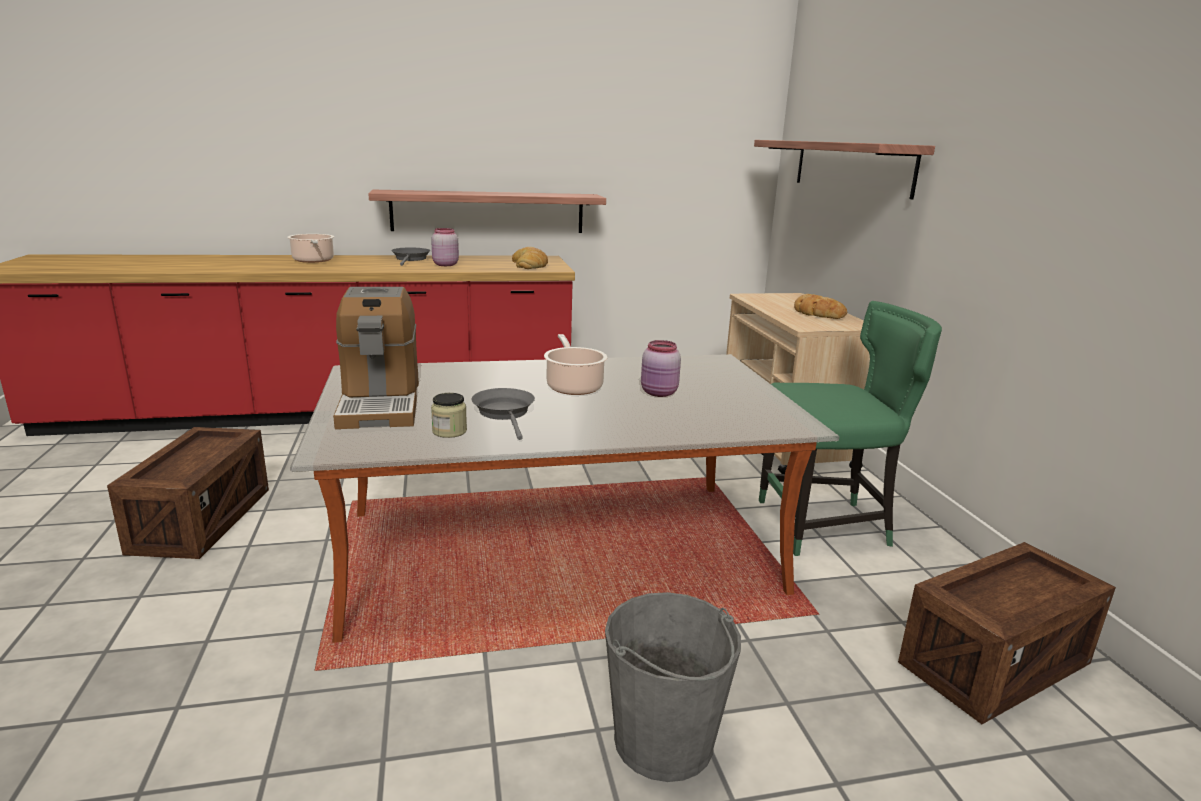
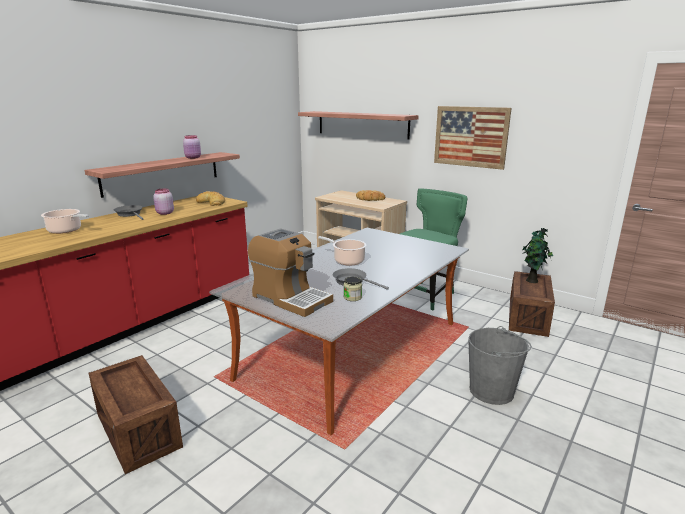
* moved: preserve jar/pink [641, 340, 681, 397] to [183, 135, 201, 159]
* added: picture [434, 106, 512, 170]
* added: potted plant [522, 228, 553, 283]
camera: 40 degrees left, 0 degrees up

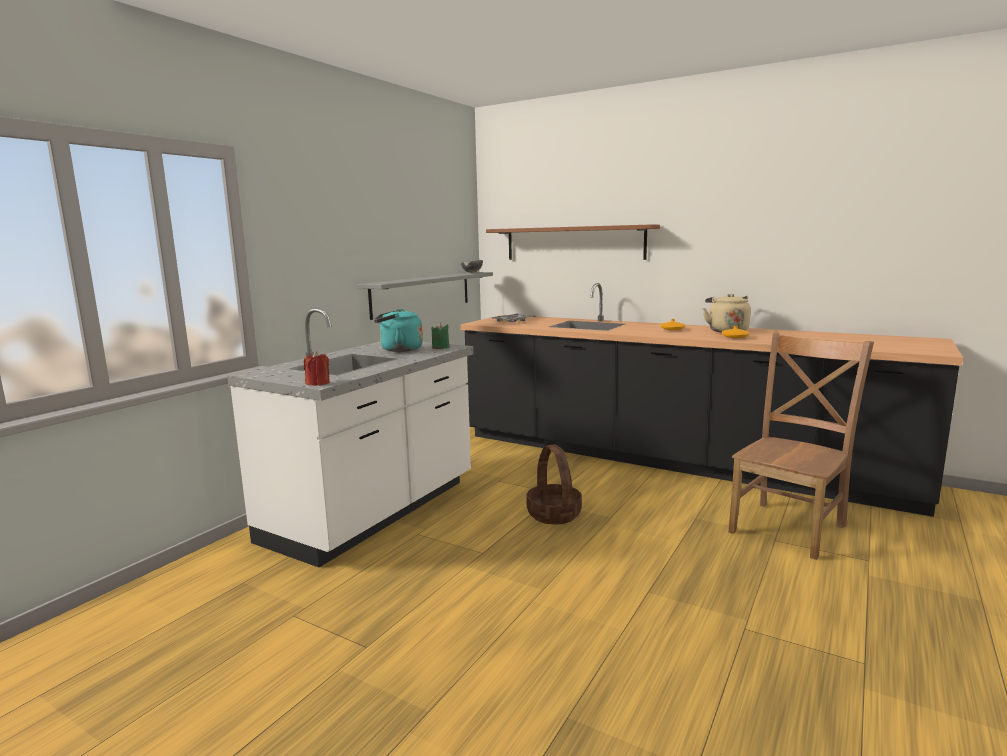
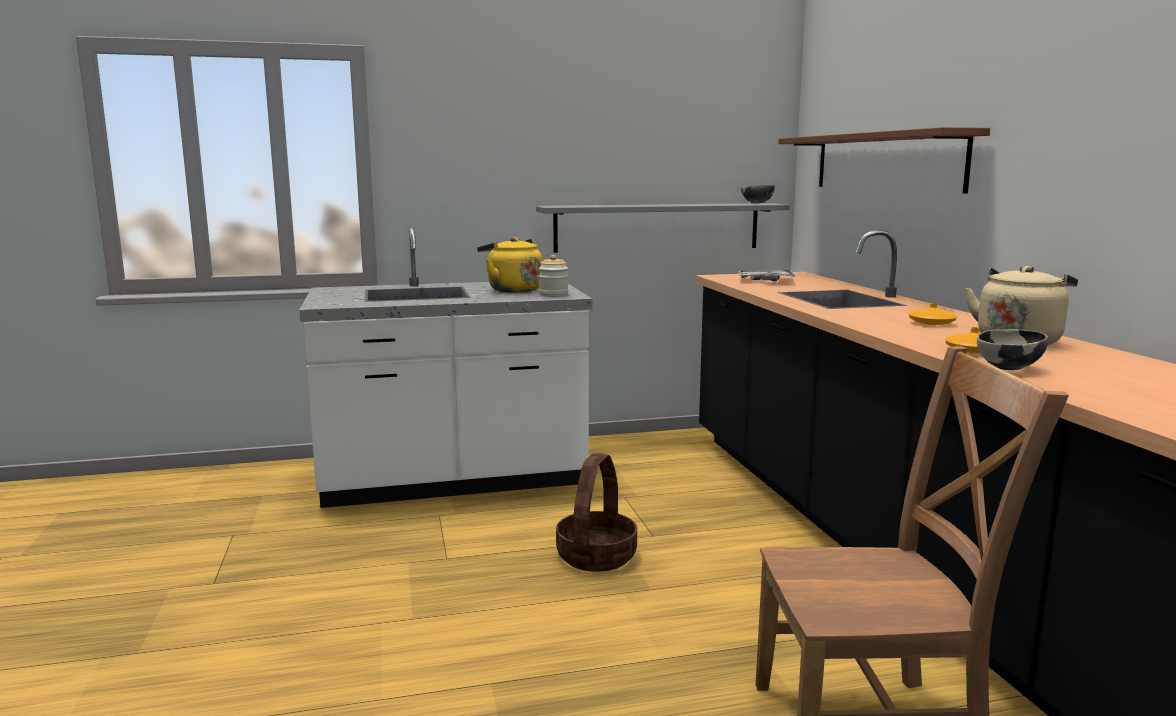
* removed: wax candle/red [304, 351, 330, 386]
* recoloured: tea kettle/blue-green [374, 308, 423, 352] to tea kettle/yellow-coloured [477, 237, 542, 293]
* replaced: wax candle/greenish [431, 323, 449, 349] to preserve jar [539, 255, 568, 297]
* added: serving bowl [977, 329, 1048, 370]
camera: 45 degrees right, 0 degrees up

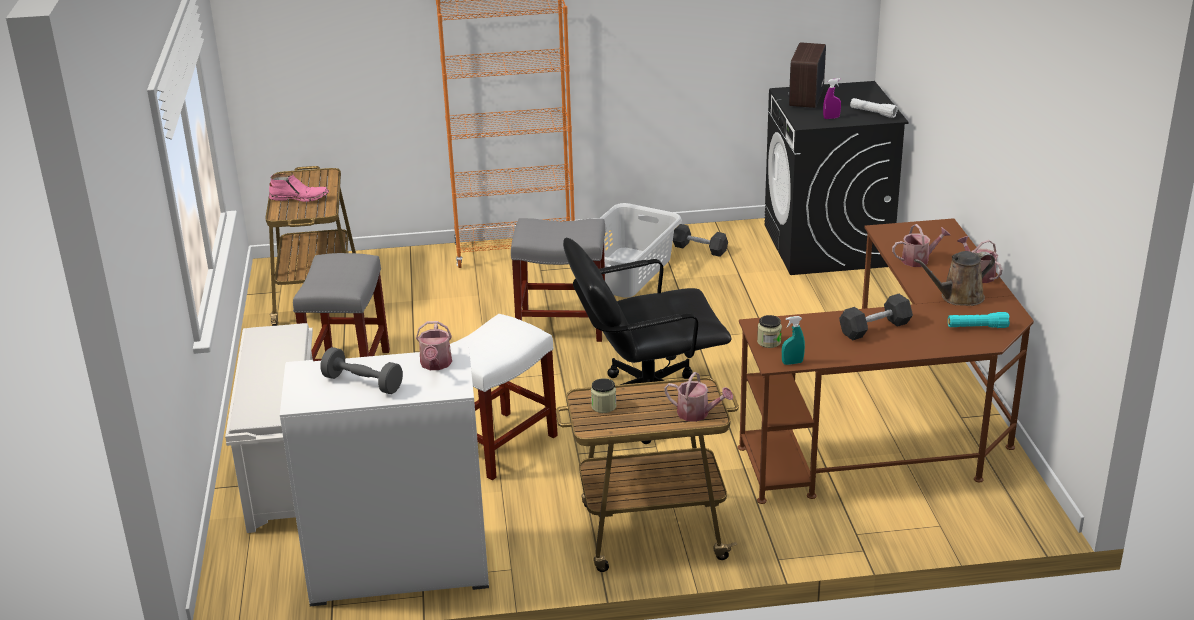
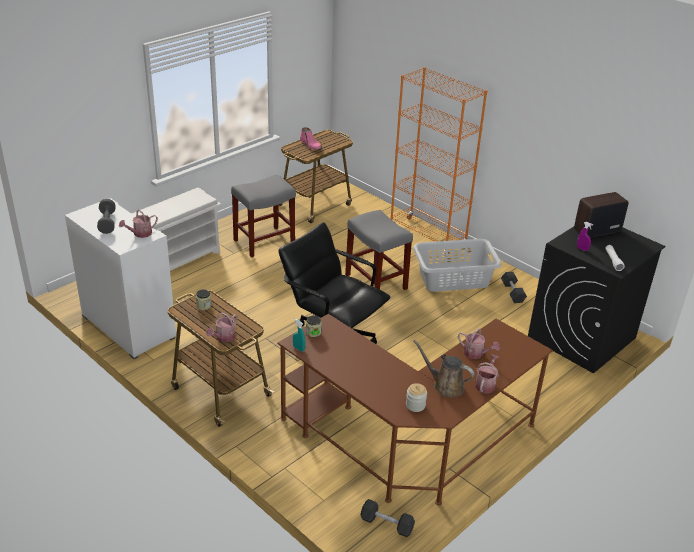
* removed: stool seat/whitish [450, 314, 558, 480]
* turned: watering can [664, 372, 733, 422] = [206, 312, 238, 342] 45 degrees clockwise
* moved: hand weight/black-coloured [839, 294, 913, 340] to [361, 499, 415, 537]
* replaced: flashlight/blue-green [948, 312, 1010, 328] to preserve jar [406, 383, 427, 412]
camera: 50 degrees right, 5 degrees up

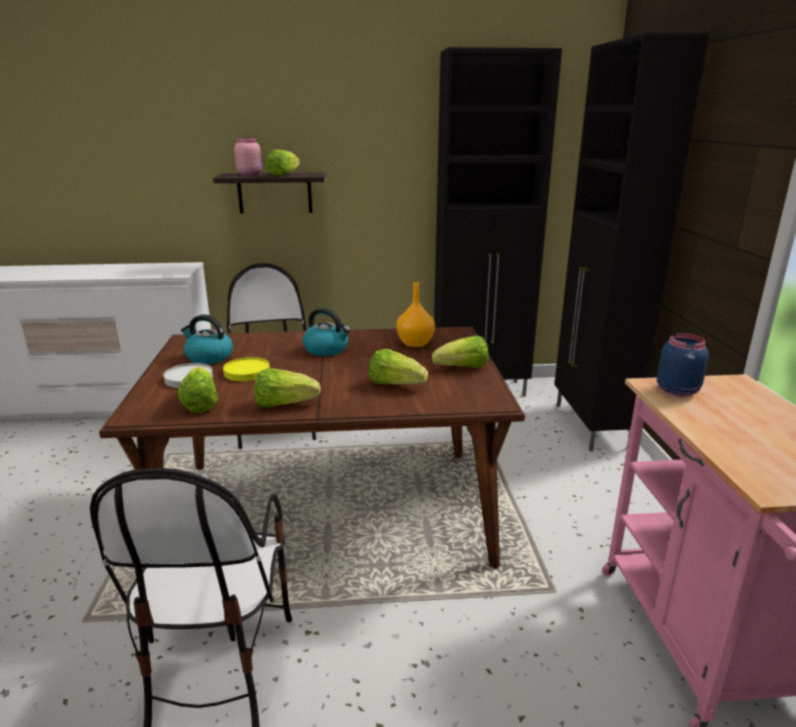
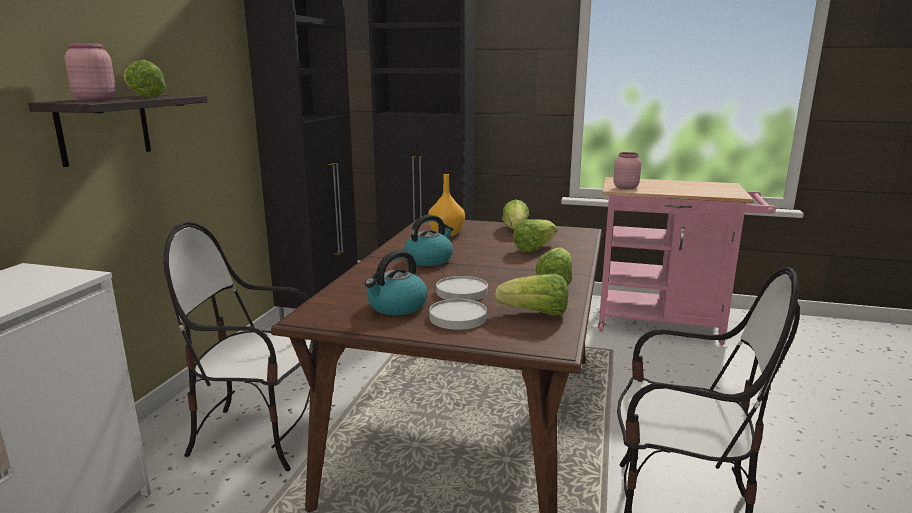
* recoloured: dinner plate/yellow-coloured [223, 357, 270, 381] to dinner plate/whitish [436, 276, 488, 301]
* recoloured: preserve jar/blue [657, 333, 709, 397] to preserve jar/pink [613, 152, 641, 189]
camera: 70 degrees left, 5 degrees down

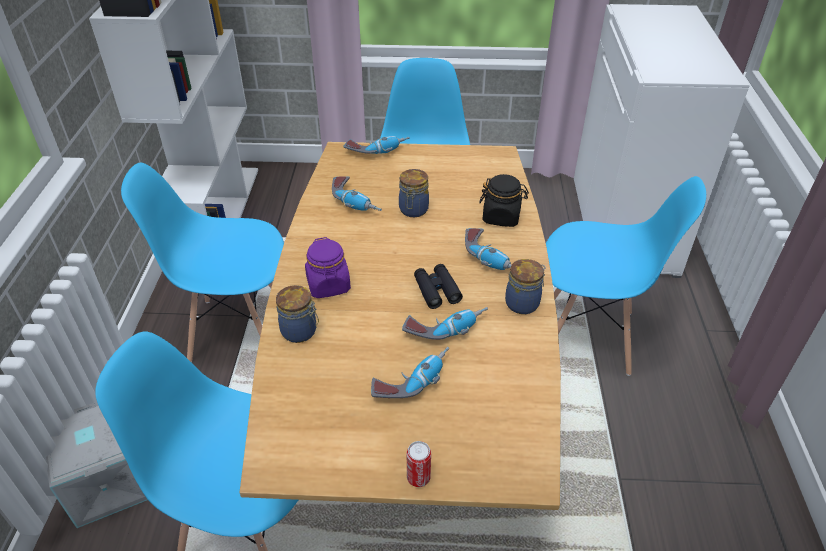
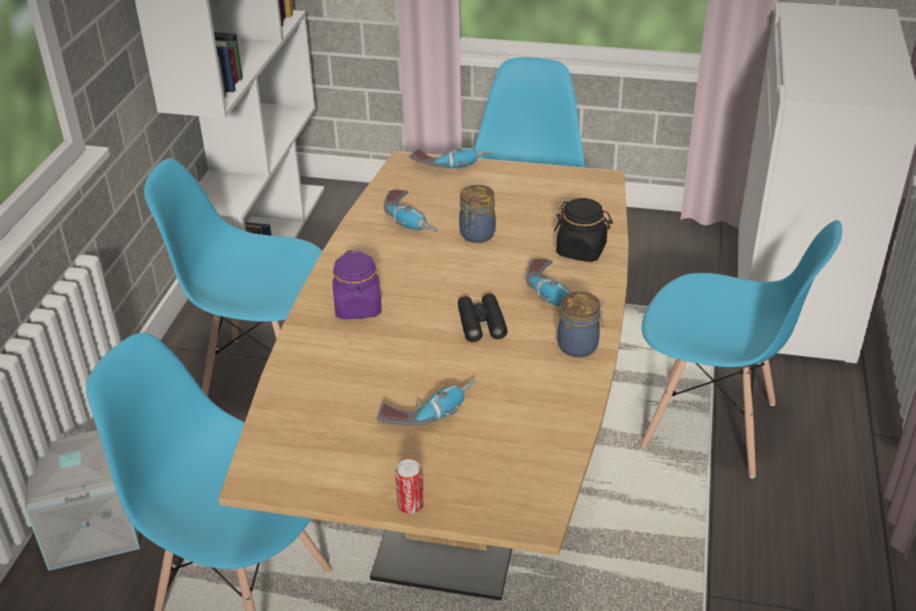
* removed: preserve jar [276, 285, 319, 343]
* removed: electric drill [402, 307, 488, 340]
camera: 10 degrees right, 5 degrees down

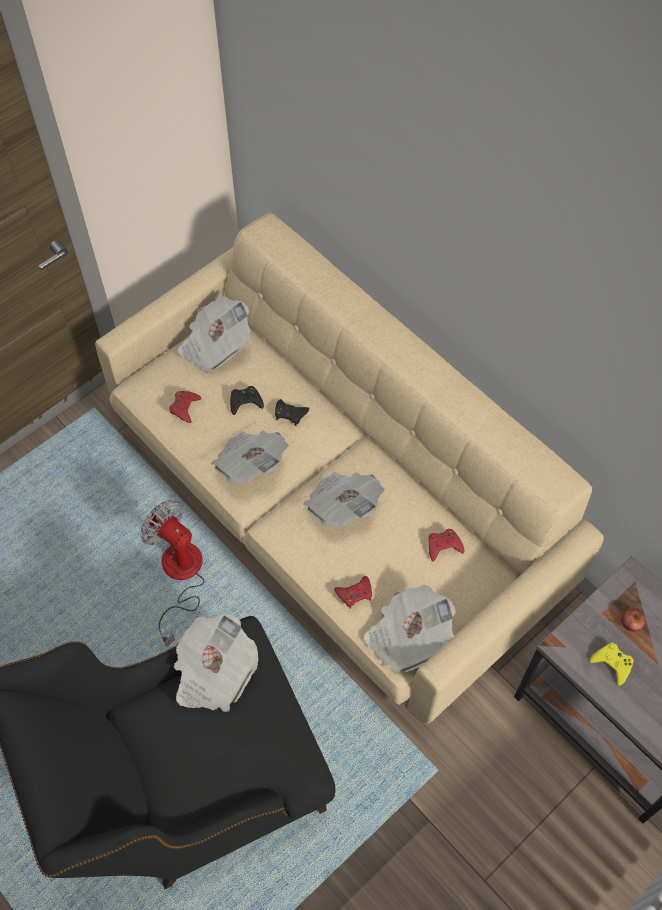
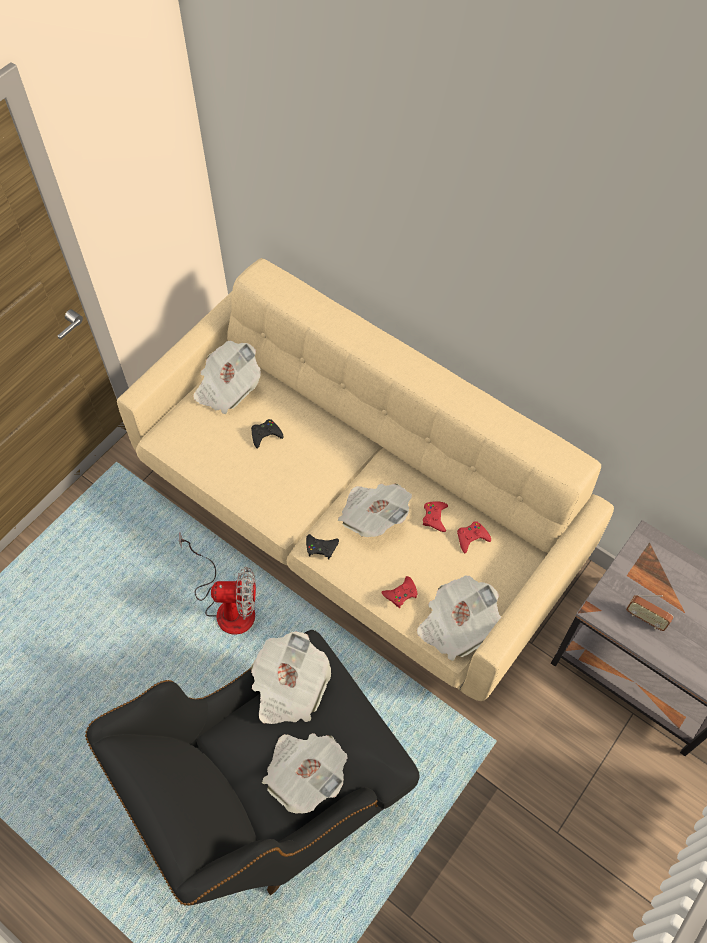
* turned: cooling fan [140, 500, 205, 647] = [179, 533, 256, 635] 150 degrees clockwise
* moved: gamepad/red [169, 391, 202, 423] to [423, 501, 448, 532]
* moved: newspaper [211, 431, 289, 484] to [262, 733, 347, 814]
* moved: gamepad/black-coloured [275, 399, 309, 426] to [306, 534, 339, 559]
* replaced: gamepad/yellow-coloured [590, 643, 634, 686] to radio [626, 595, 673, 631]
* removed: apple fruit [621, 608, 646, 632]
camera: 10 degrees left, 0 degrees up

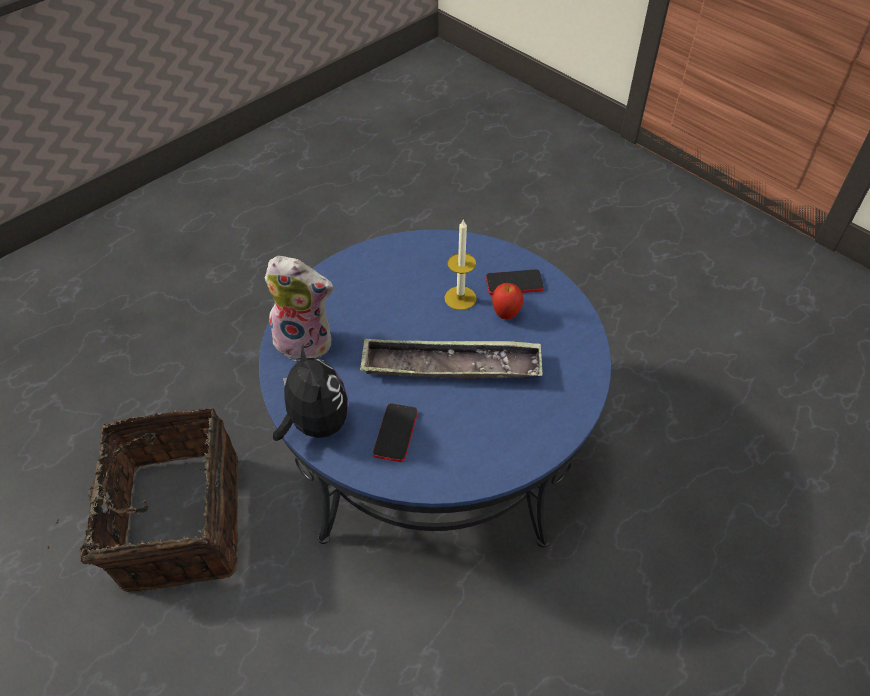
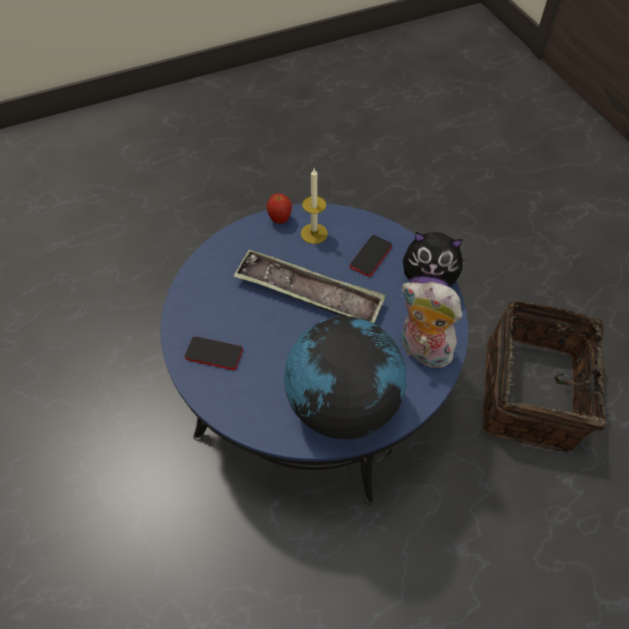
* turned: soft toy [273, 344, 349, 441] = [403, 232, 468, 287] 75 degrees counterclockwise
* moved: wax candle [445, 219, 477, 310] to [301, 168, 328, 244]
* moved: apple fruit [492, 283, 523, 320] to [266, 193, 292, 224]
* added: world globe [284, 316, 406, 440]
camera: 160 degrees left, 5 degrees up

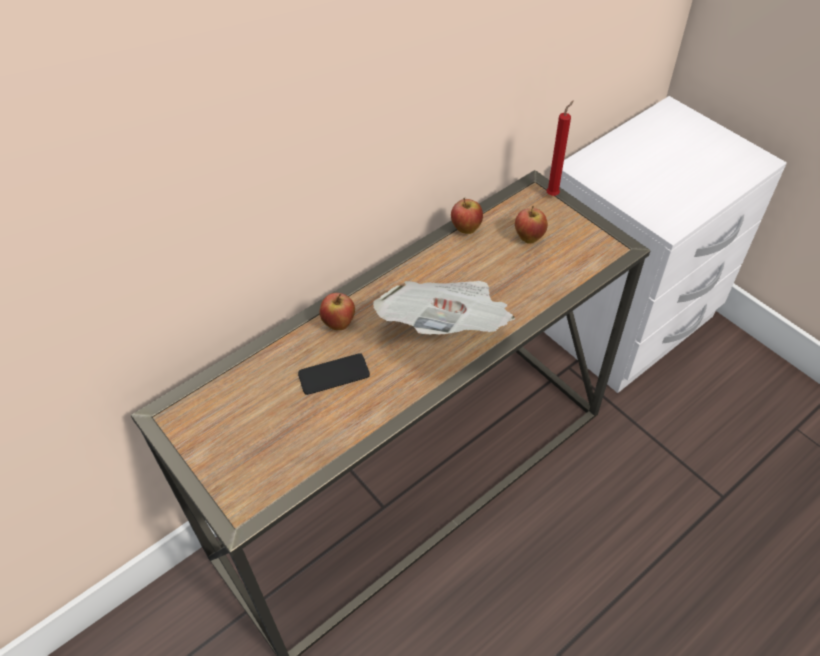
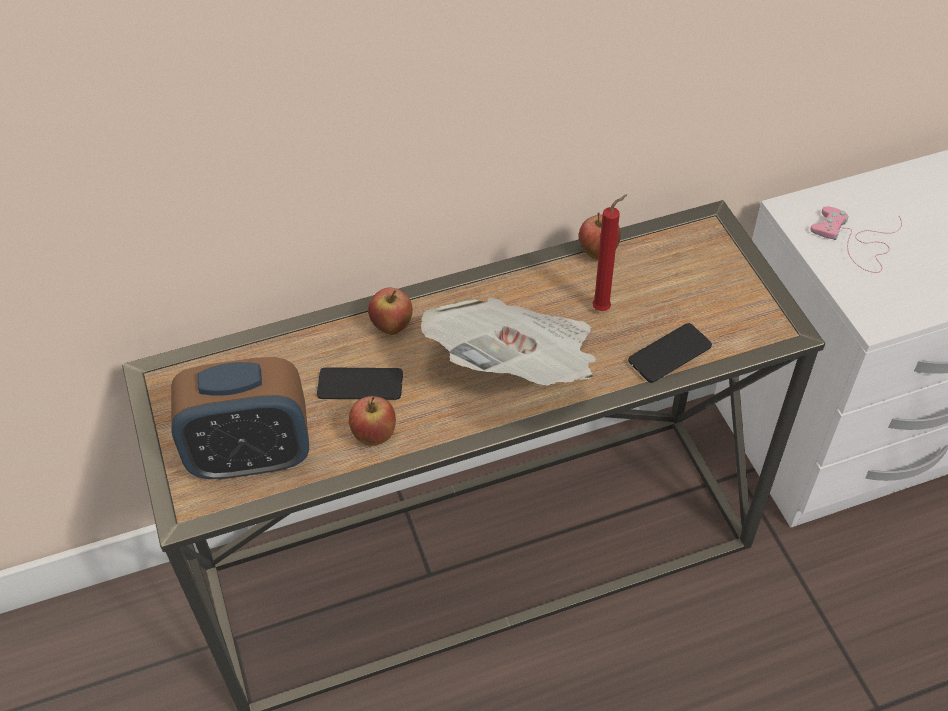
* moved: apple fruit [515, 206, 548, 244] to [349, 396, 396, 446]
* moved: wax candle/red [547, 100, 574, 196] to [592, 194, 628, 311]
* added: bedside clock [171, 357, 309, 480]
* added: telephone [628, 323, 712, 383]
* added: gamepad/pink [810, 206, 902, 273]
camera: 20 degrees right, 0 degrees up

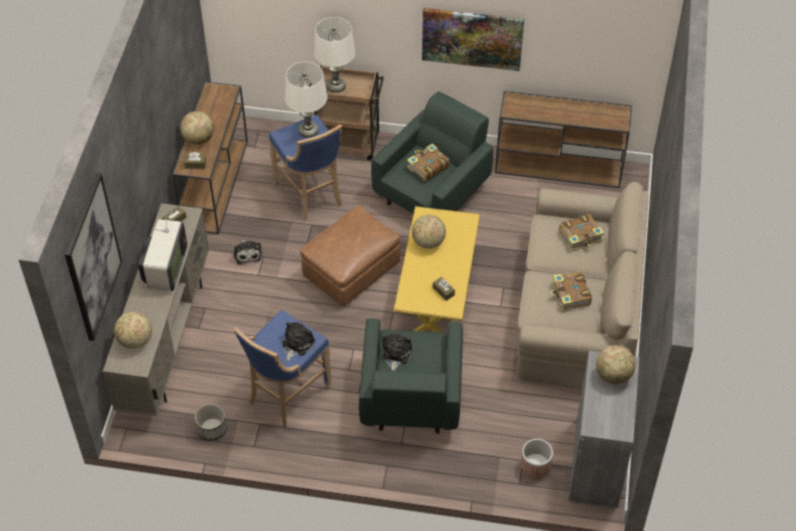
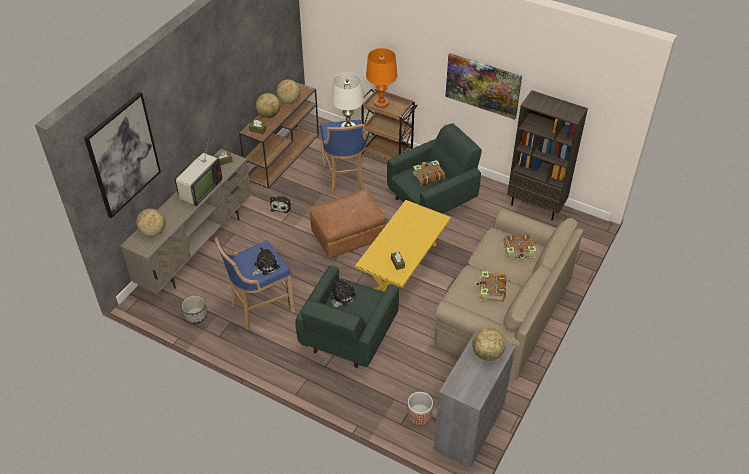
* recoloured: tabletop lamp/whitish [314, 17, 356, 93] to tabletop lamp/orange [366, 48, 397, 108]
* moved: world globe [412, 215, 446, 249] to [276, 79, 300, 104]
* replaced: hall table/brown-coloured [495, 91, 632, 188] to bookshelf/brown-coloured [507, 90, 588, 221]
camera: 20 degrees right, 5 degrees down

